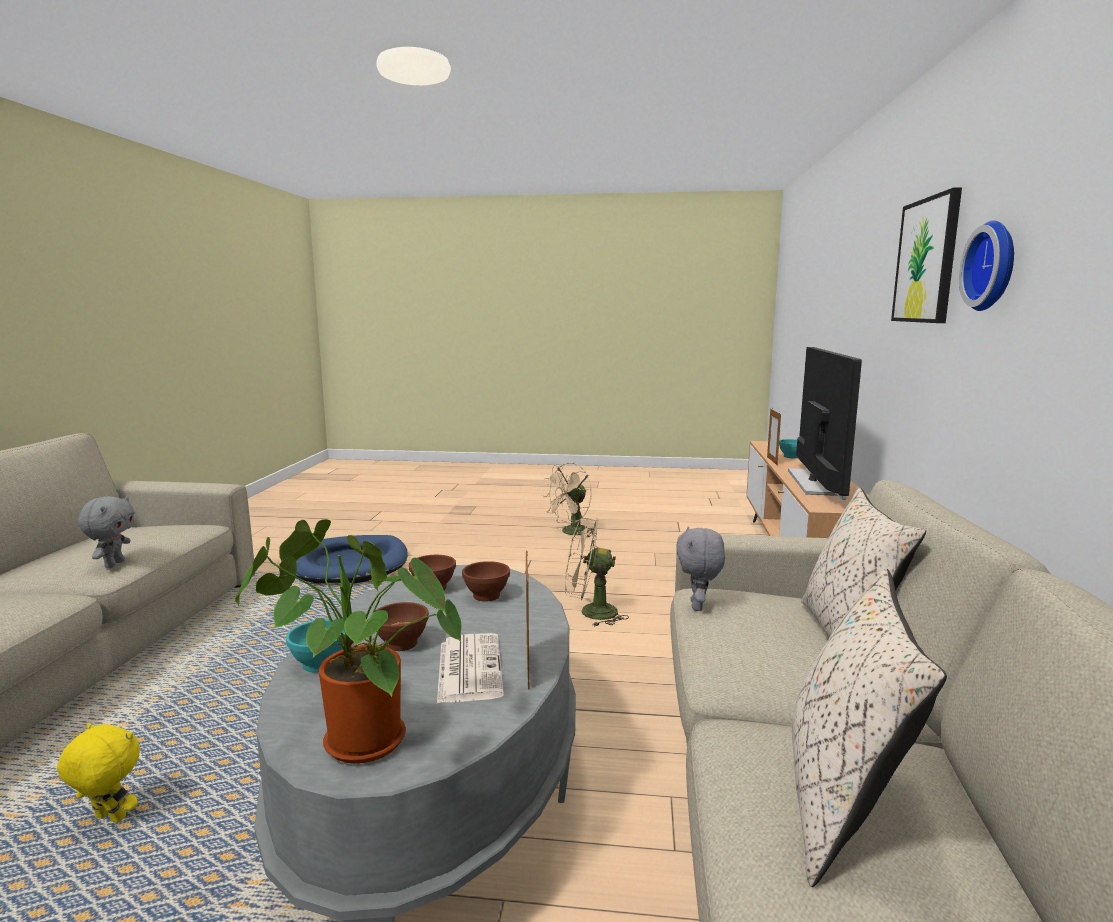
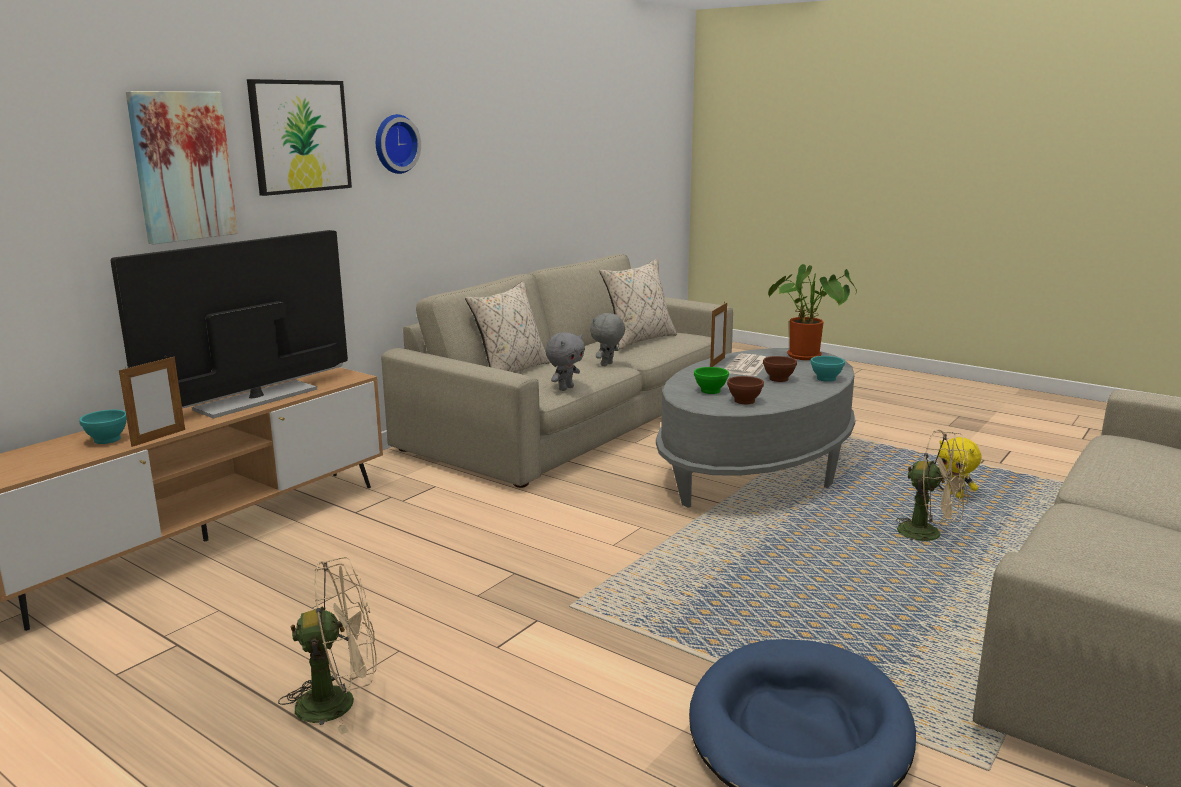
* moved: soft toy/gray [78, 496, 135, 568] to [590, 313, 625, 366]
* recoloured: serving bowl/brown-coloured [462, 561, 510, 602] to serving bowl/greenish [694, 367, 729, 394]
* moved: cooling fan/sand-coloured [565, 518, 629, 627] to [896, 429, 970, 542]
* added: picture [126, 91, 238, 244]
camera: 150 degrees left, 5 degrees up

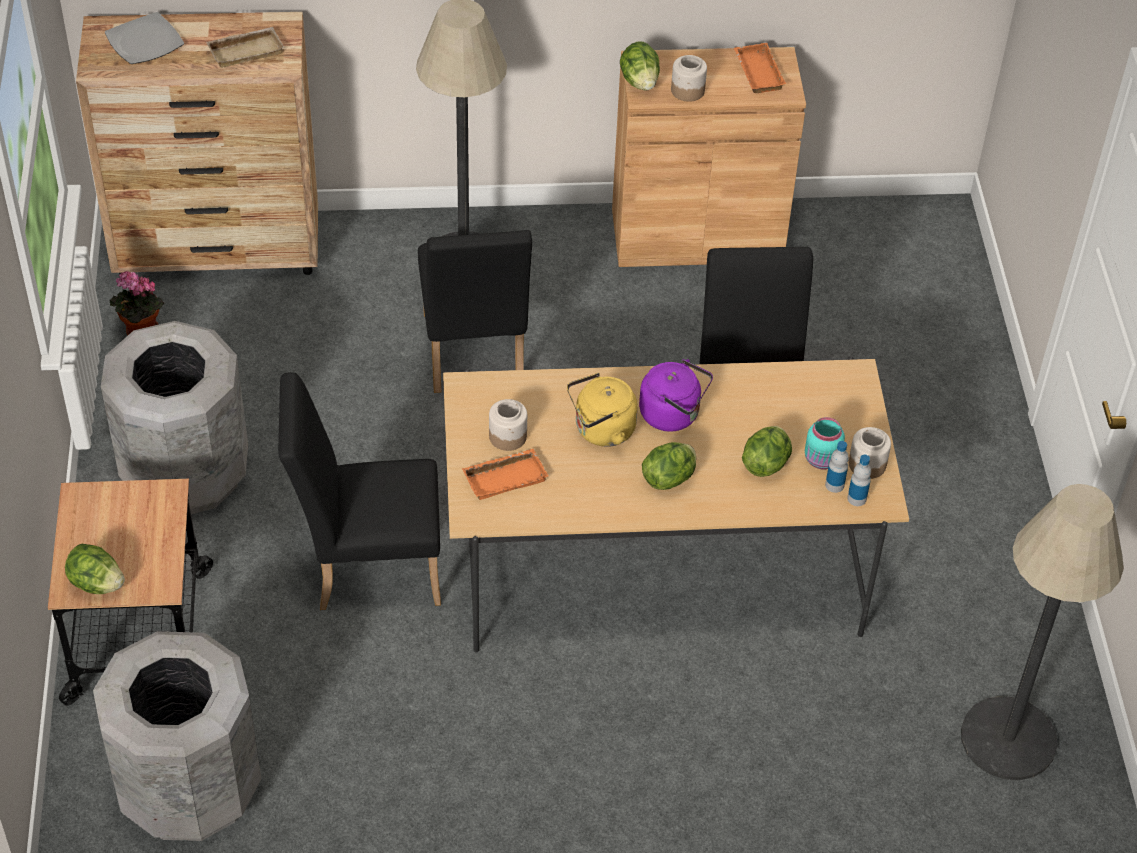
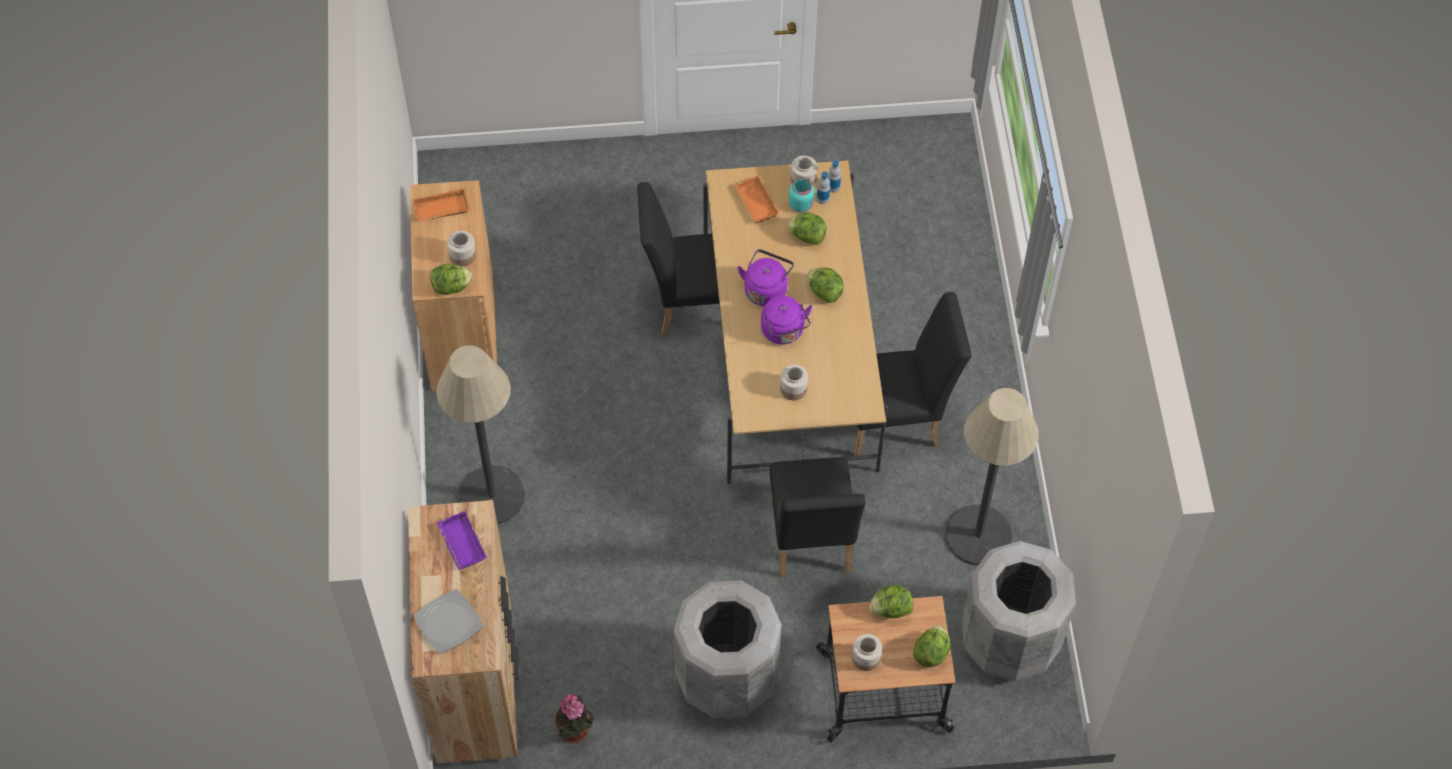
* recoloured: serving tray/sand-coloured [206, 27, 284, 68] to serving tray/purplish [437, 511, 487, 570]
* moved: plain chair/black-coloured [418, 230, 532, 393] to [854, 292, 972, 456]
* moved: serving tray/orange [463, 449, 548, 500] to [734, 176, 779, 223]
* recoloured: tea kettle/yellow-coloured [567, 373, 638, 447] to tea kettle/purplish [761, 295, 812, 344]
* moved: standing lamp [961, 484, 1124, 780] to [946, 388, 1039, 565]
* added: preserve jar [852, 634, 882, 671]
* added: lettuce head [869, 585, 913, 618]
camera: 90 degrees left, 10 degrees up

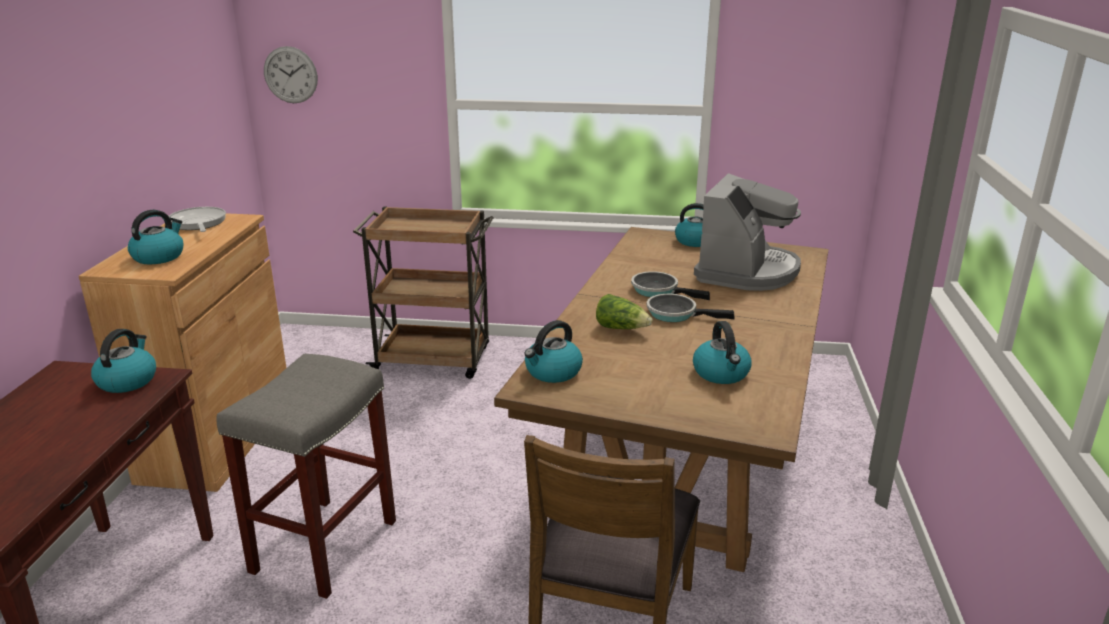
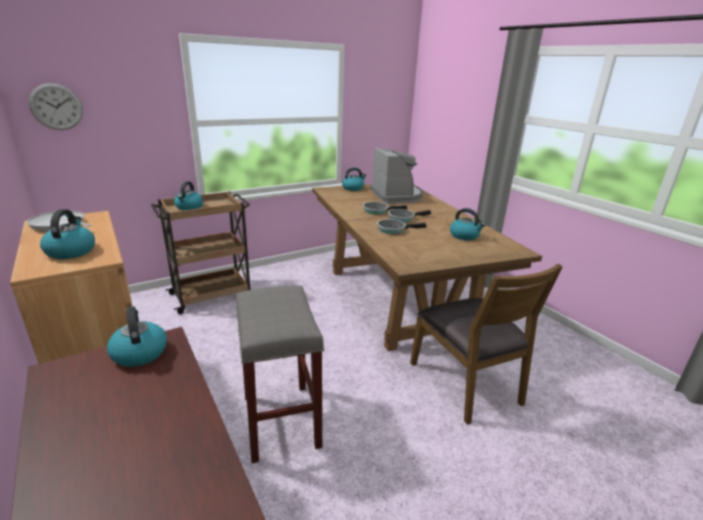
* moved: tea kettle [524, 320, 583, 383] to [174, 181, 203, 210]
* replaced: lettuce head [596, 294, 653, 329] to frying pan [377, 219, 426, 234]
camera: 40 degrees left, 0 degrees up

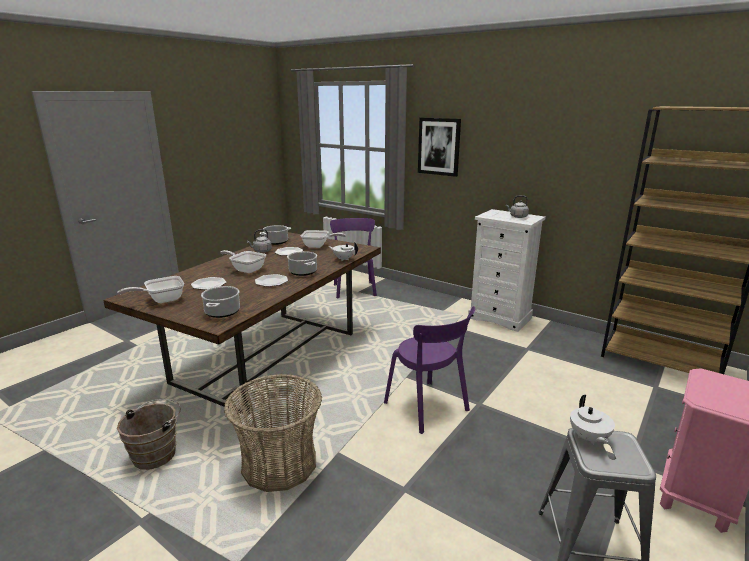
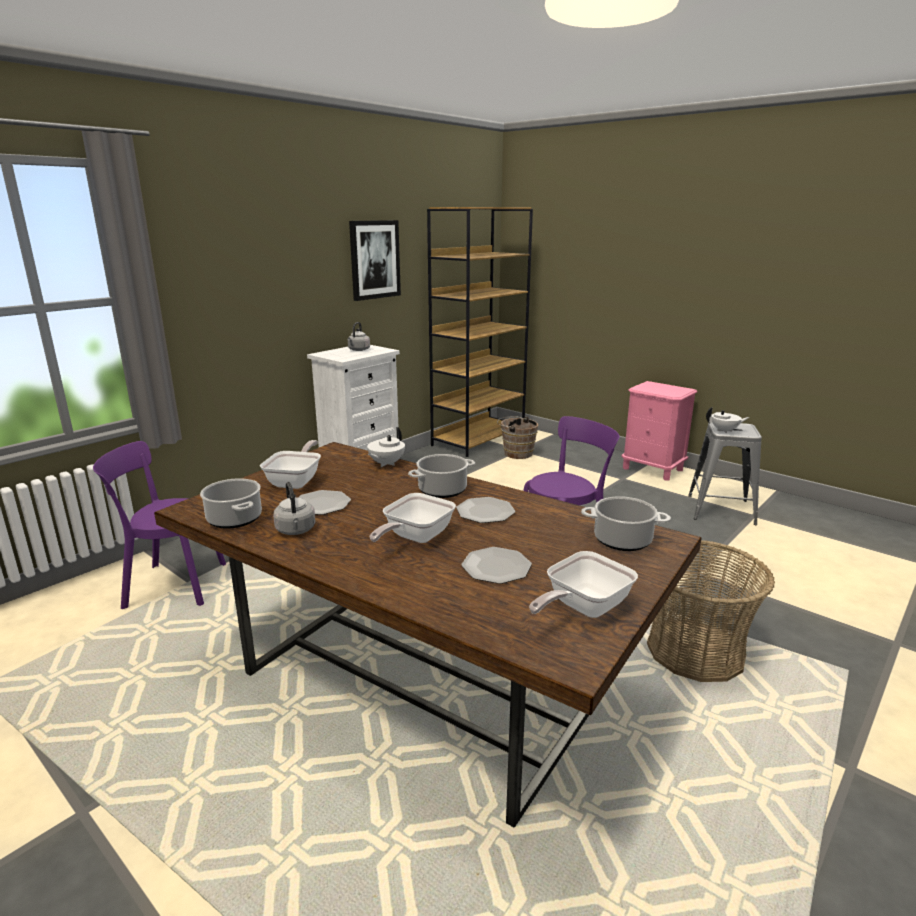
* turned: frying pan [117, 276, 184, 303] = [529, 551, 638, 618] 75 degrees clockwise
* moved: bucket/brown-coloured [117, 399, 181, 470] to [497, 416, 538, 459]
* moved: picture [418, 118, 461, 177] to [349, 220, 401, 301]
camera: 85 degrees left, 0 degrees up

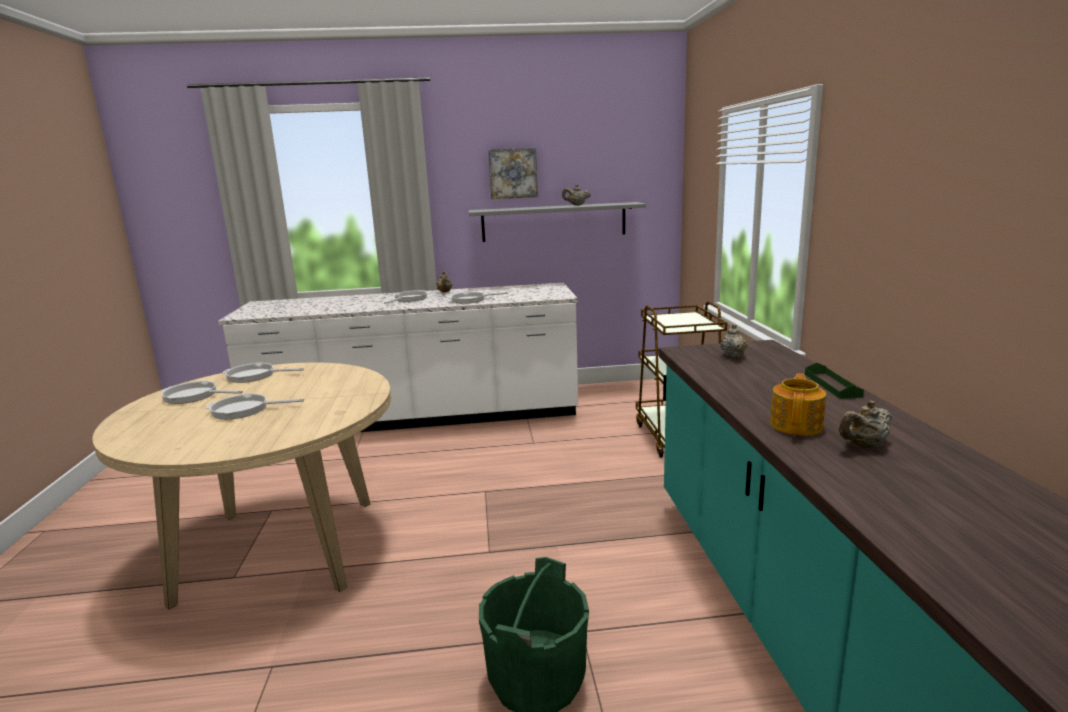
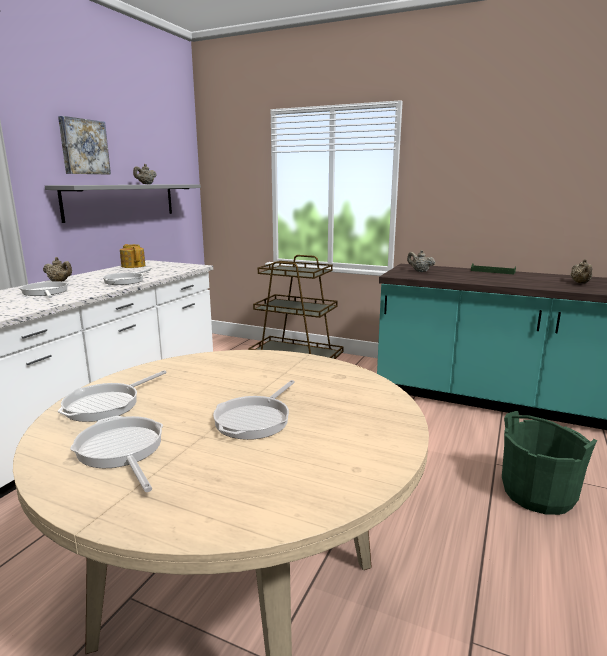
* turned: frying pan [161, 380, 243, 404] = [70, 416, 163, 492] 105 degrees clockwise
* moved: pot for tea [770, 373, 826, 436] to [120, 244, 145, 268]
camera: 60 degrees left, 0 degrees up

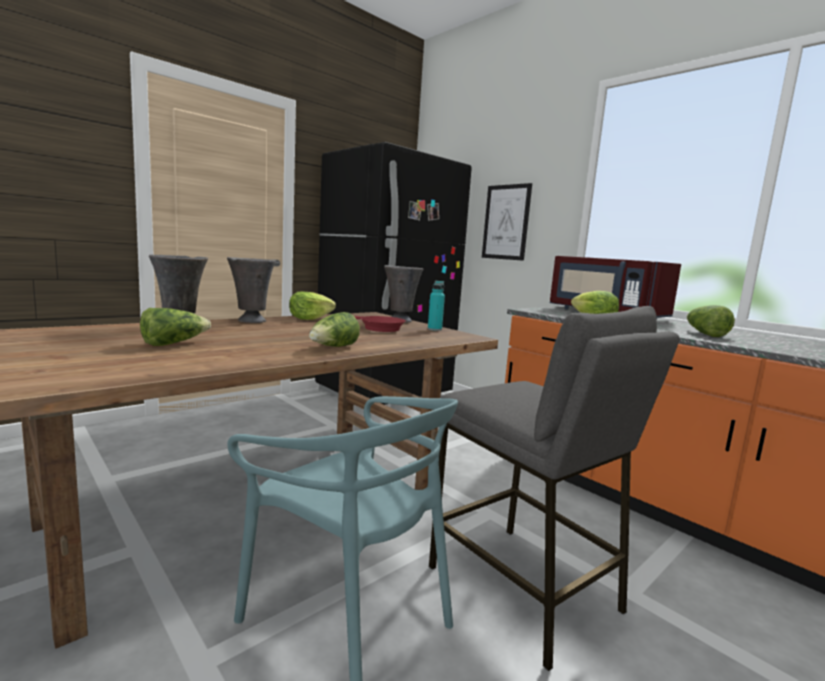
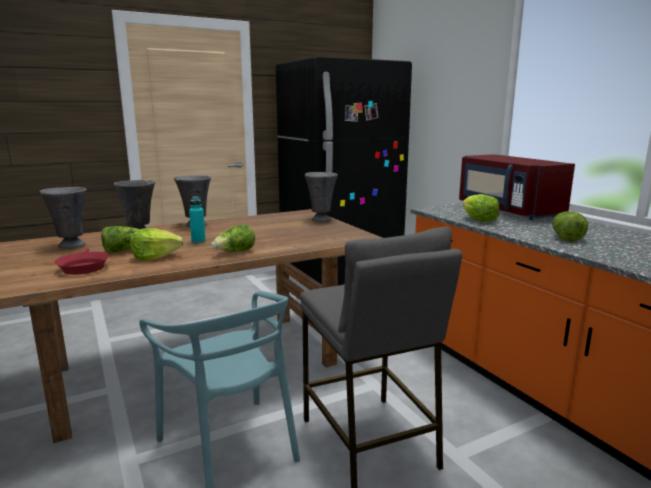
* moved: lettuce head [289, 291, 336, 320] to [130, 228, 183, 261]
* moved: frying pan/red [355, 316, 406, 332] to [54, 248, 109, 275]
* moved: beverage bottle/blue-green [428, 280, 445, 331] to [189, 196, 206, 244]
* removed: picture [482, 183, 532, 261]
* added: decorative vase/gray [39, 187, 87, 249]
camera: 15 degrees right, 5 degrees up

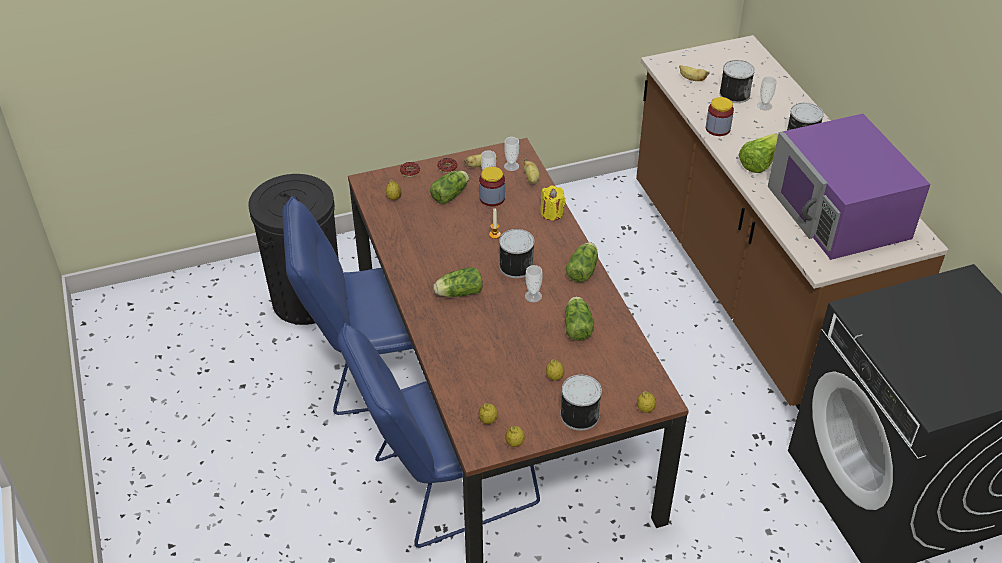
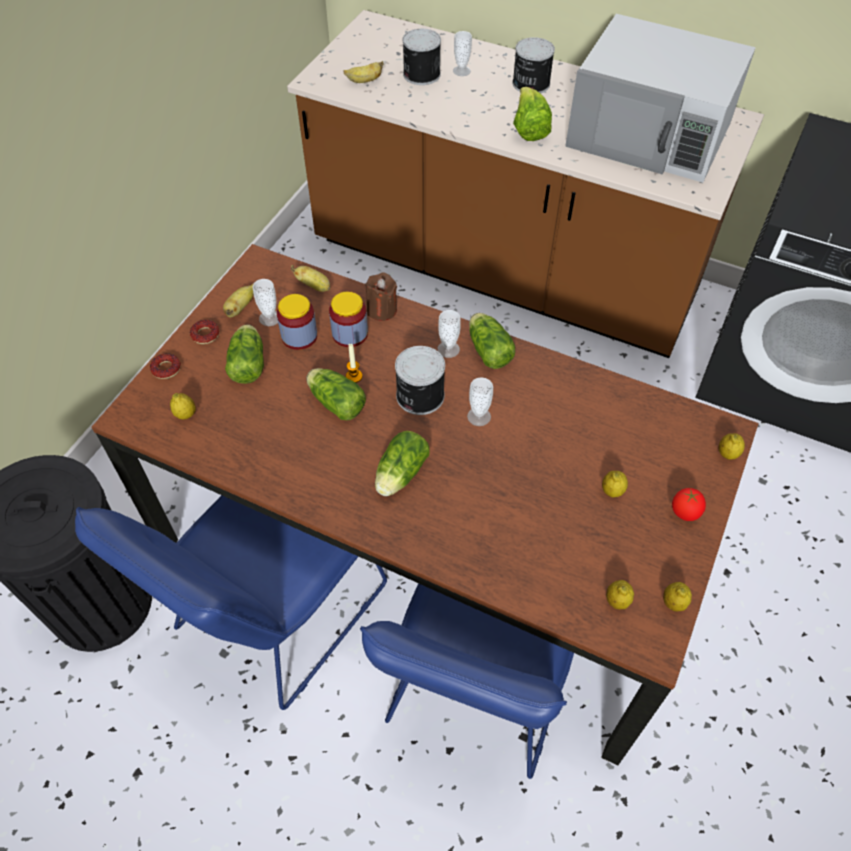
* moved: cup [504, 137, 519, 171] to [438, 310, 461, 358]
* recoloured: wax candle/yellow-coloured [540, 185, 565, 221] to wax candle/brown-coloured [365, 273, 397, 321]
* replaced: can [560, 375, 602, 431] to tomato [672, 488, 706, 521]
* moved: lettuce head [565, 296, 594, 341] to [307, 368, 366, 420]
* moved: preserve jar [706, 97, 734, 136] to [329, 291, 368, 347]
* recoloured: microwave oven/purplish [768, 114, 930, 260] to microwave oven/whitish [565, 14, 756, 183]
camera: 45 degrees left, 10 degrees up

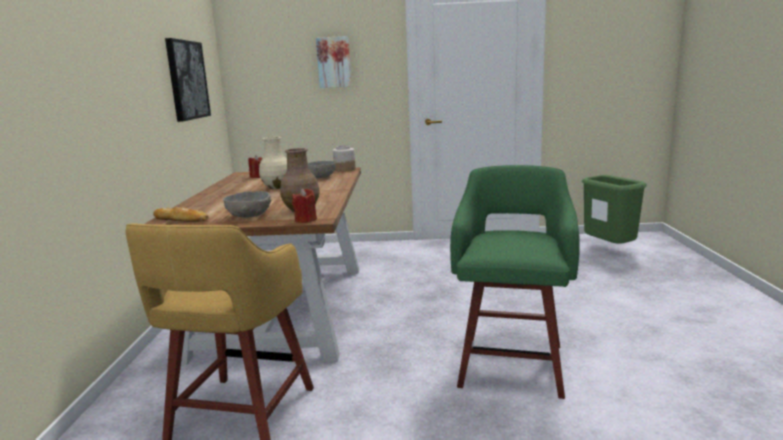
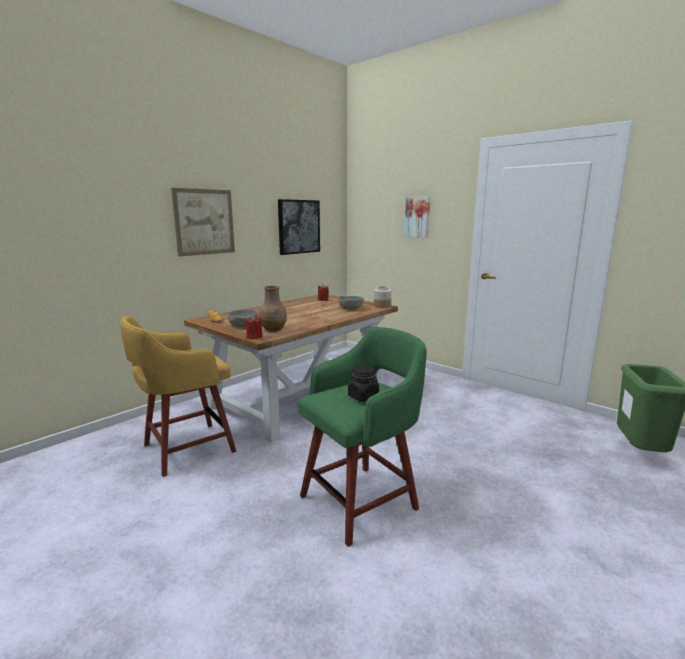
* removed: decorative vase/sand-coloured [259, 137, 287, 189]
* added: picture [171, 188, 235, 256]
* added: preserve jar/black-coloured [348, 366, 379, 402]
camera: 40 degrees right, 0 degrees up

